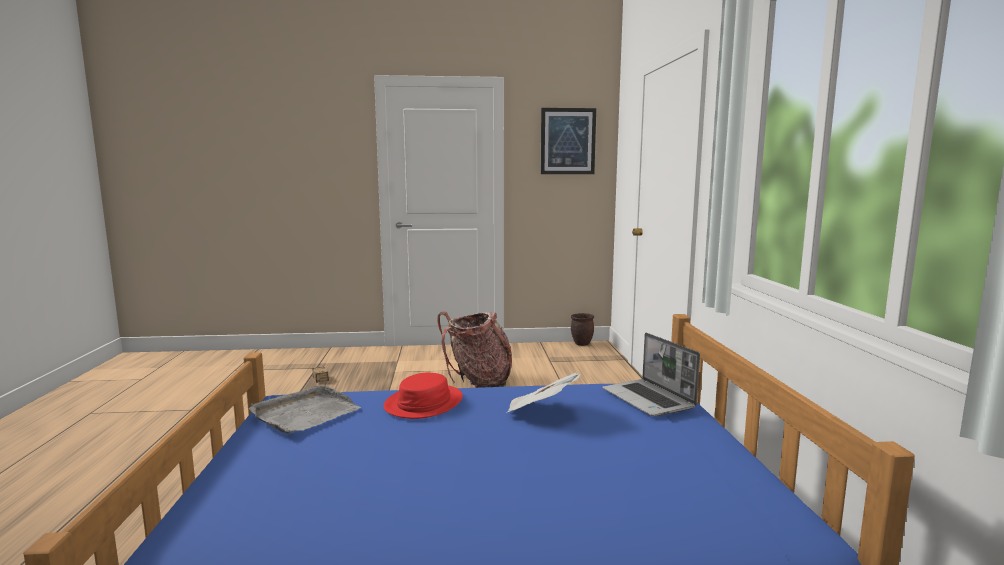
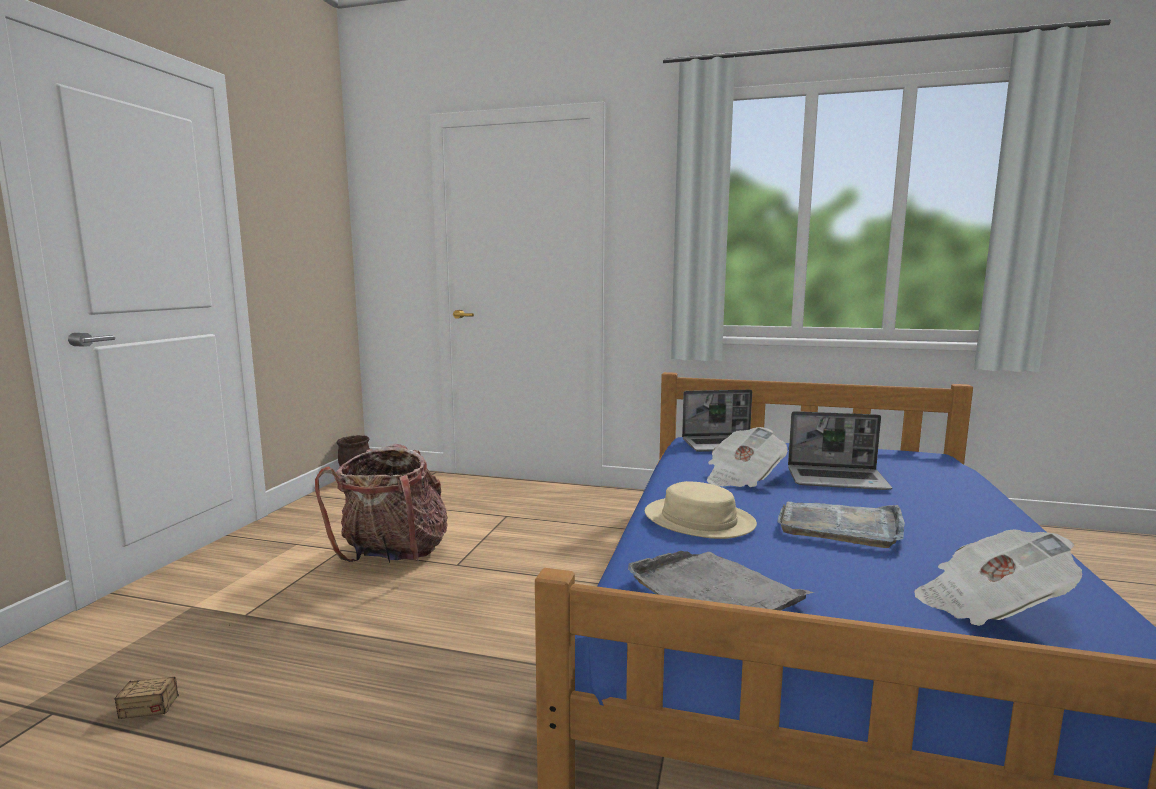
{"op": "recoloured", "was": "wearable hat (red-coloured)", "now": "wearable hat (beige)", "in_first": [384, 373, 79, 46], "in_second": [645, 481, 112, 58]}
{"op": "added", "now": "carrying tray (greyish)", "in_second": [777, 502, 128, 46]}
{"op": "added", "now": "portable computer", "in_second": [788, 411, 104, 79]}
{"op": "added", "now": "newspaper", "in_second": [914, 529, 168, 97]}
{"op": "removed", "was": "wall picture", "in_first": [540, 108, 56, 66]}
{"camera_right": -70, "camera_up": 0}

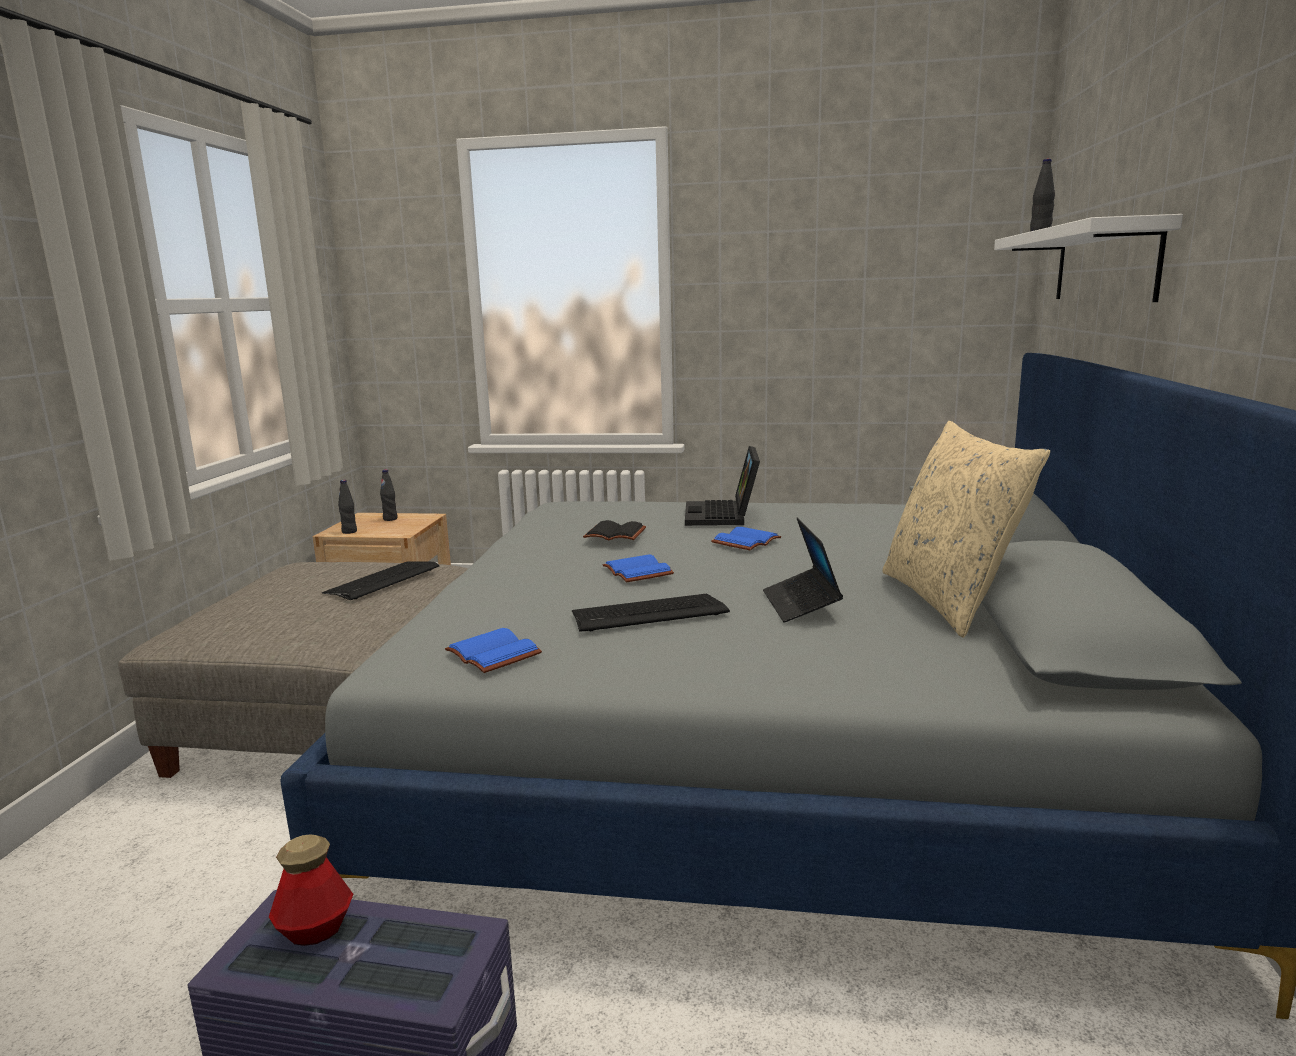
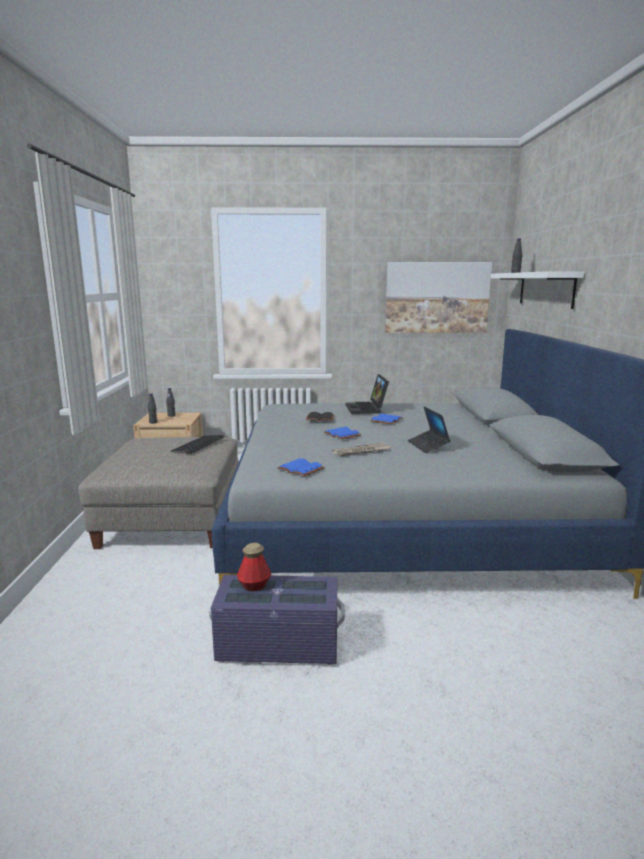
{"op": "replaced", "was": "PC keyboard", "now": "newspaper", "in_first": [572, 594, 158, 38], "in_second": [332, 443, 59, 14]}
{"op": "added", "now": "wall picture", "in_second": [385, 262, 107, 71]}
{"op": "removed", "was": "throw pillow (beige)", "in_first": [882, 421, 168, 217]}
{"camera_right": -10, "camera_up": 0}

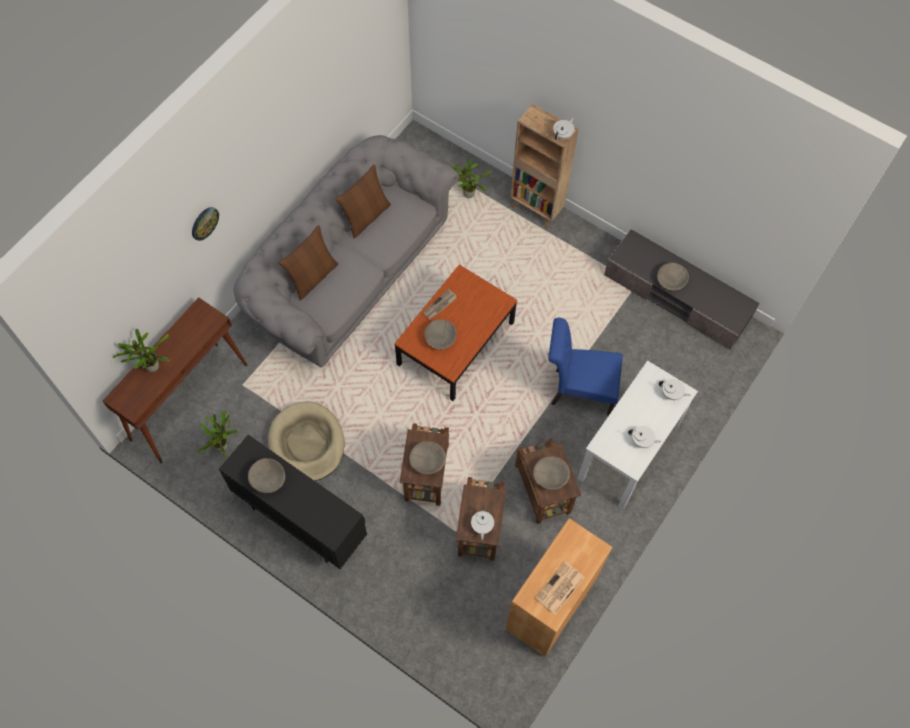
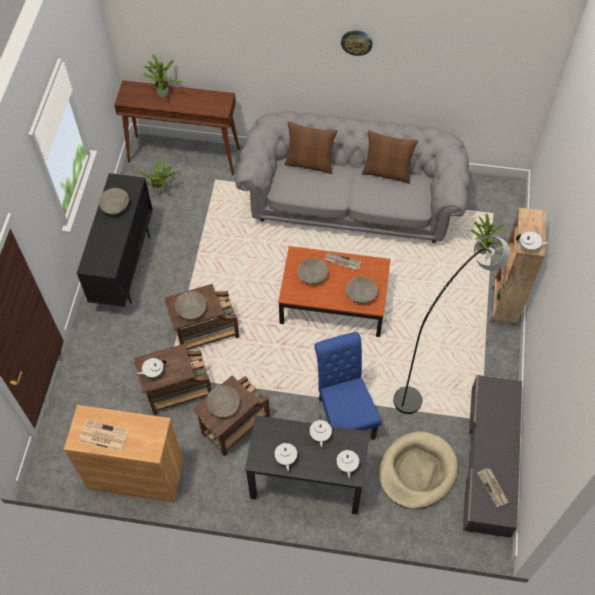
{"op": "recoloured", "was": "desk table (white-coloured)", "now": "desk table (blackish)", "in_first": [577, 360, 121, 149], "in_second": [245, 415, 125, 100]}
{"op": "added", "now": "teapot (white-coloured)", "in_second": [309, 415, 23, 32]}
{"op": "moved", "was": "hanging clock", "in_first": [192, 207, 27, 34], "in_second": [341, 31, 31, 25]}
{"op": "moved", "was": "serving bowl (beige)", "in_first": [657, 263, 32, 28], "in_second": [346, 277, 32, 27]}
{"op": "moved", "was": "dog bed (beige)", "in_first": [268, 402, 77, 79], "in_second": [379, 431, 79, 78]}
{"op": "added", "now": "standard lamp (greyish)", "in_second": [393, 235, 117, 179]}
{"op": "added", "now": "newspaper", "in_second": [477, 468, 32, 39]}
{"camera_right": 65, "camera_up": -5}

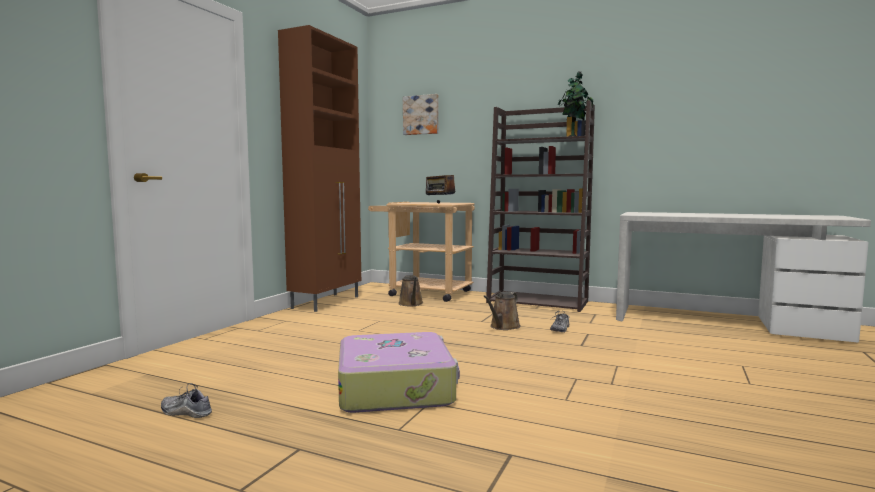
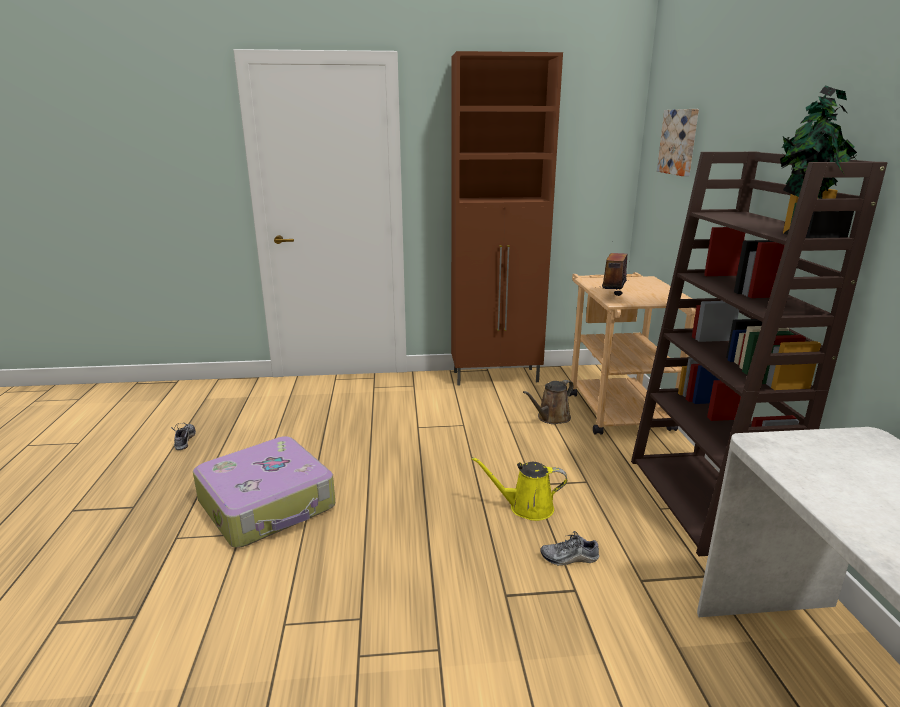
{"op": "recoloured", "was": "watering pot (brown)", "now": "watering pot (yellowish)", "in_first": [483, 292, 38, 38], "in_second": [472, 457, 95, 64]}
{"camera_right": 60, "camera_up": 15}

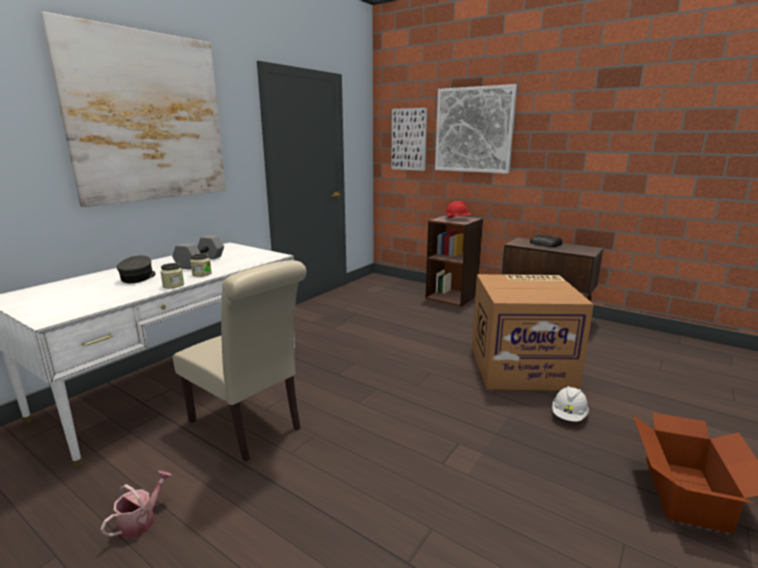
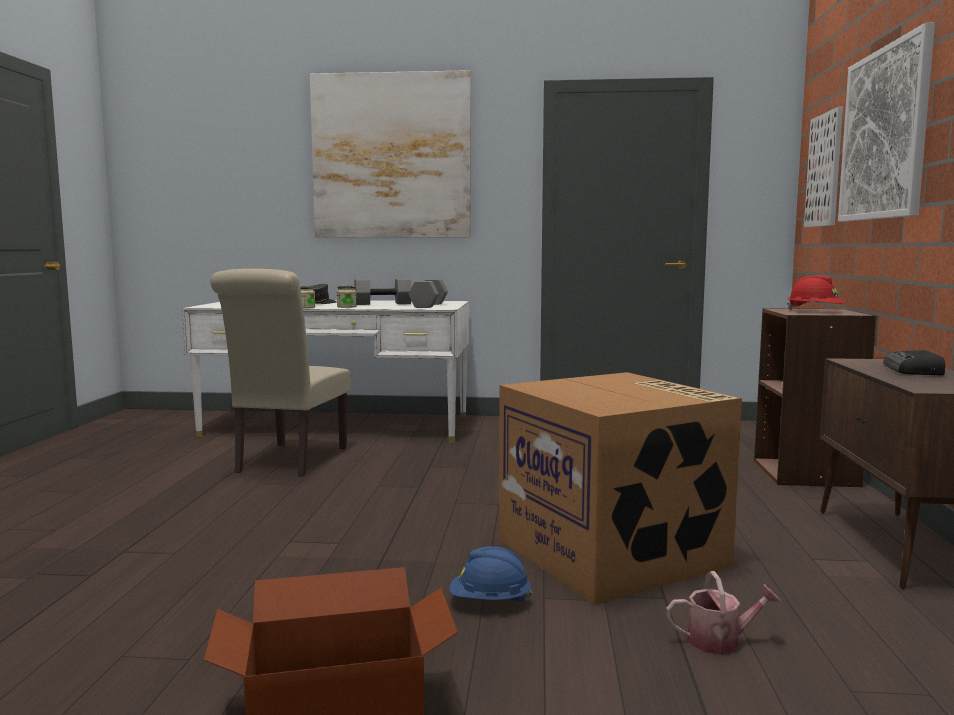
{"op": "added", "now": "hand weight (greyish)", "in_second": [408, 279, 40, 29]}
{"op": "recoloured", "was": "work helmet (white-coloured)", "now": "work helmet (blue)", "in_first": [552, 386, 37, 36], "in_second": [449, 546, 83, 56]}
{"op": "moved", "was": "watering pot", "in_first": [101, 470, 71, 68], "in_second": [666, 571, 115, 84]}
{"camera_right": 60, "camera_up": -10}

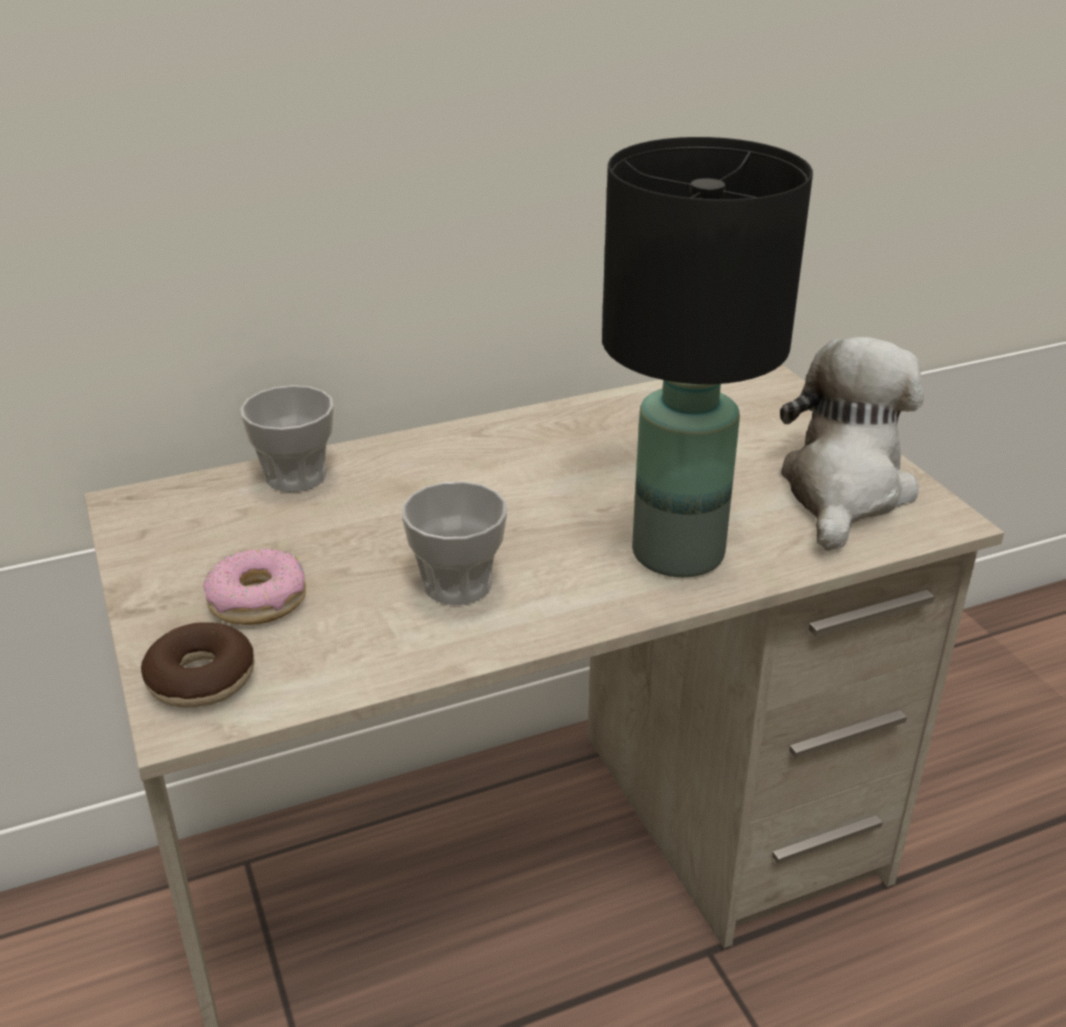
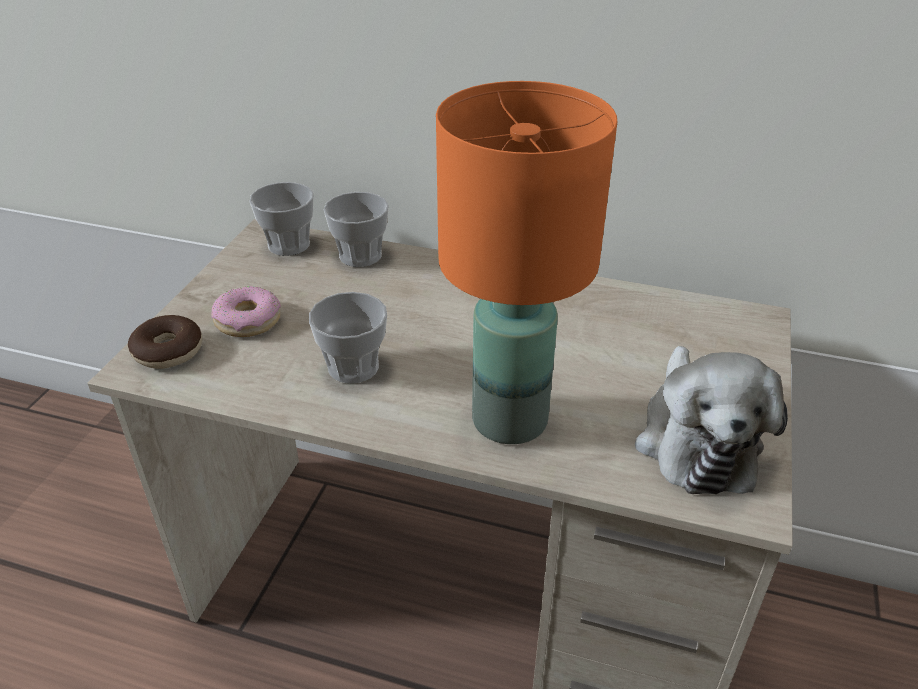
{"op": "added", "now": "drinking cup", "in_second": [249, 182, 65, 74]}
{"op": "recoloured", "was": "tabletop lamp (blackish)", "now": "tabletop lamp (orange-coloured)", "in_first": [602, 137, 211, 440], "in_second": [436, 81, 181, 363]}
{"op": "turned", "was": "cuddly toy", "in_first": [780, 337, 144, 214], "in_second": [635, 346, 153, 148], "clockwise": 120}
{"camera_right": 40, "camera_up": 5}

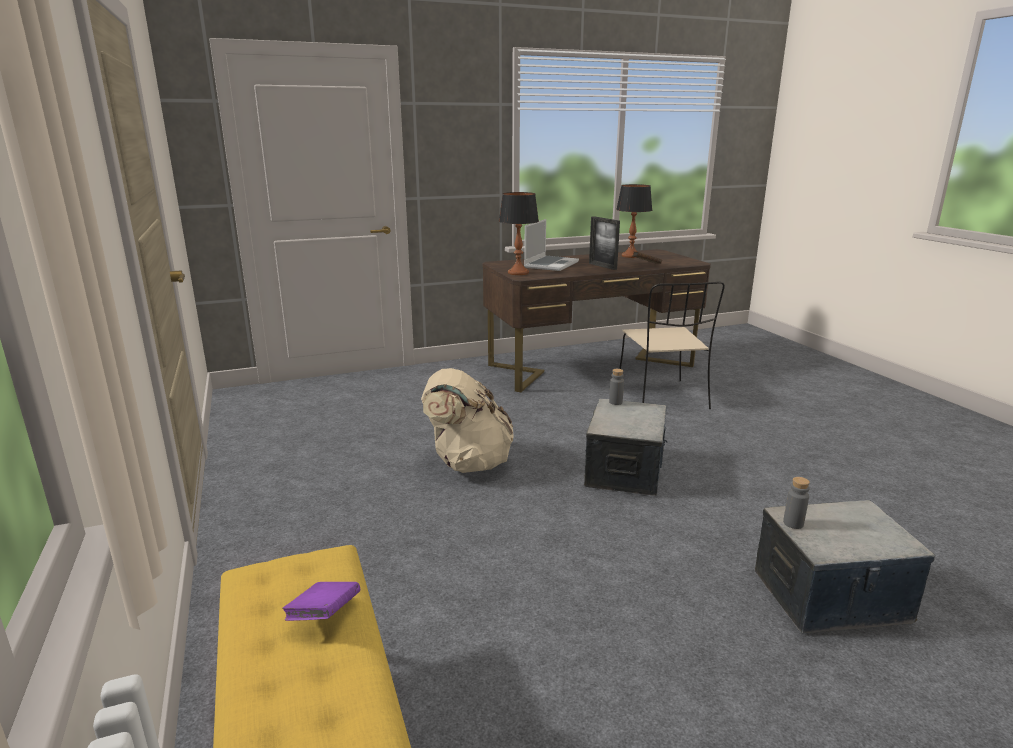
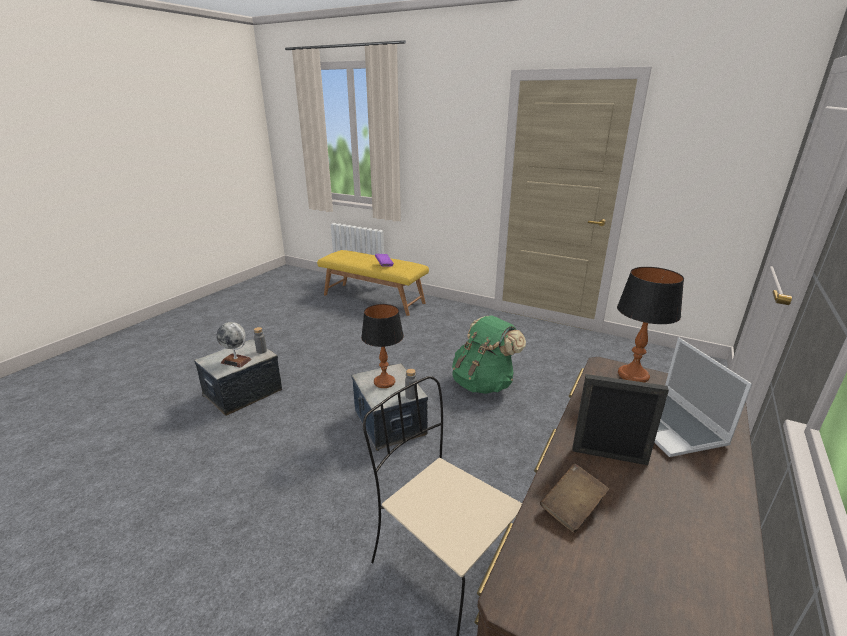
{"op": "added", "now": "world globe", "in_second": [216, 322, 36, 46]}
{"op": "moved", "was": "tabletop lamp", "in_first": [616, 184, 36, 74], "in_second": [361, 304, 43, 84]}
{"op": "recoloured", "was": "backpack (beige)", "now": "backpack (green-coloured)", "in_first": [421, 368, 93, 105], "in_second": [452, 315, 74, 79]}
{"camera_right": 140, "camera_up": 5}

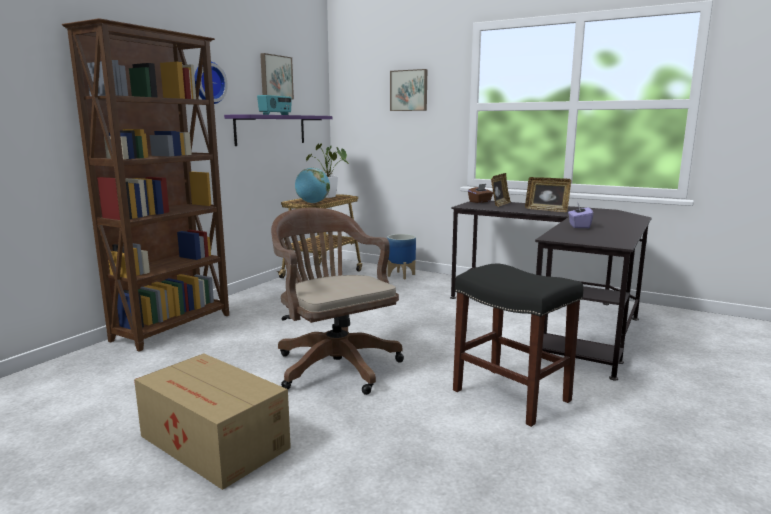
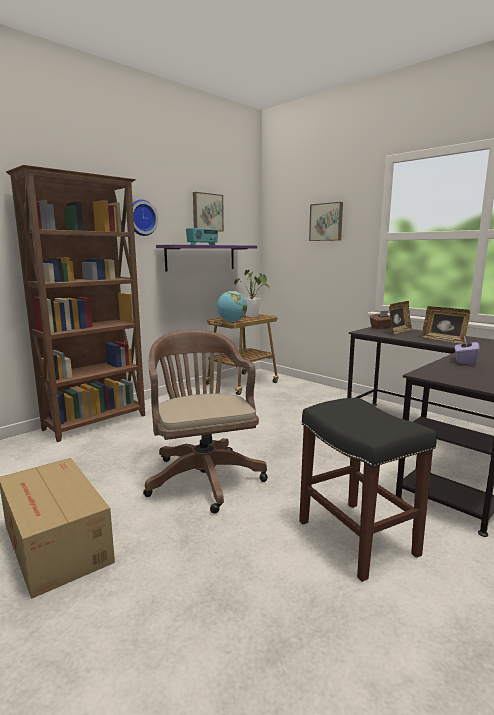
{"op": "removed", "was": "flower pot", "in_first": [387, 234, 29, 45]}
{"camera_right": 15, "camera_up": 0}

